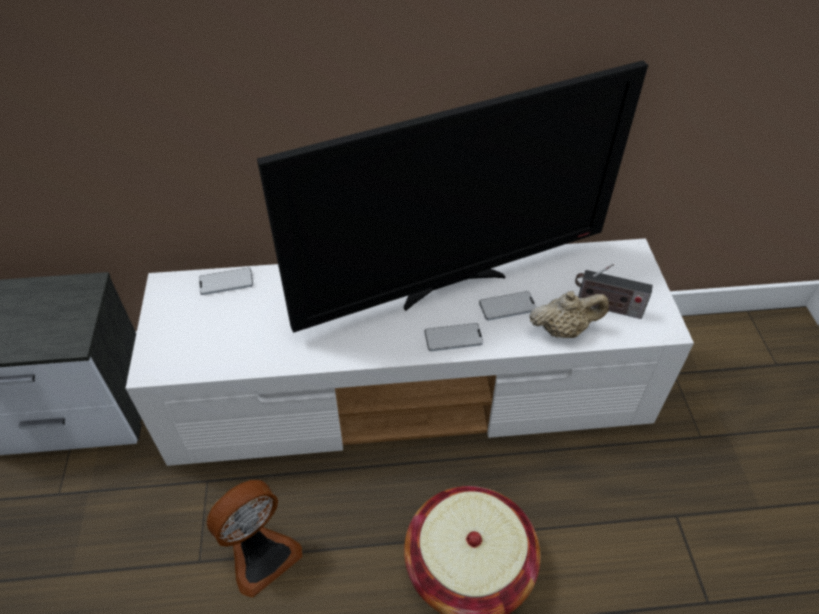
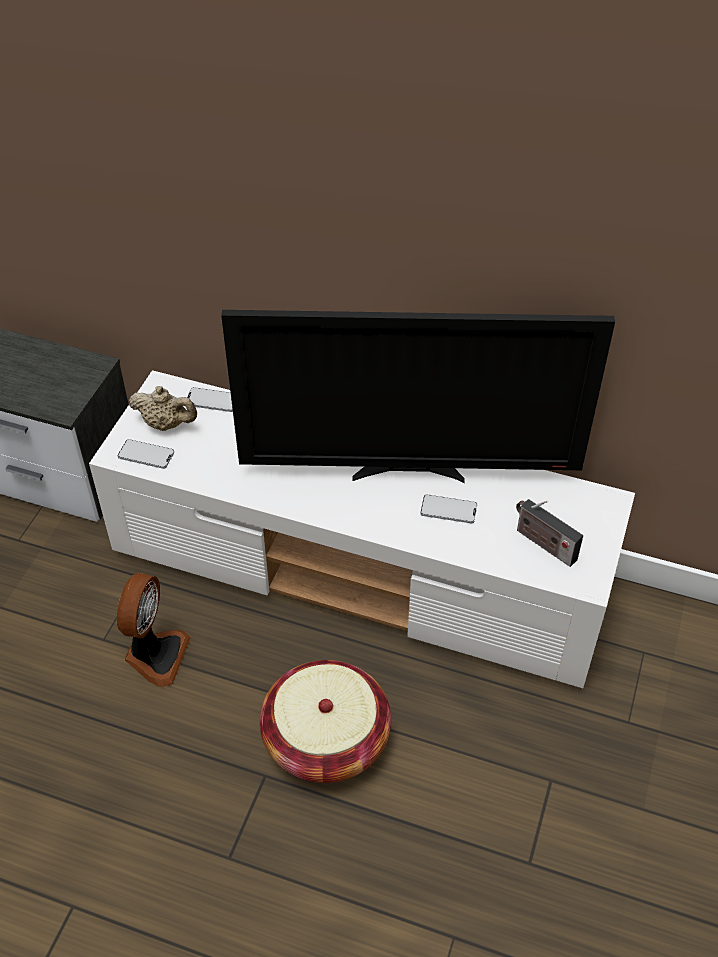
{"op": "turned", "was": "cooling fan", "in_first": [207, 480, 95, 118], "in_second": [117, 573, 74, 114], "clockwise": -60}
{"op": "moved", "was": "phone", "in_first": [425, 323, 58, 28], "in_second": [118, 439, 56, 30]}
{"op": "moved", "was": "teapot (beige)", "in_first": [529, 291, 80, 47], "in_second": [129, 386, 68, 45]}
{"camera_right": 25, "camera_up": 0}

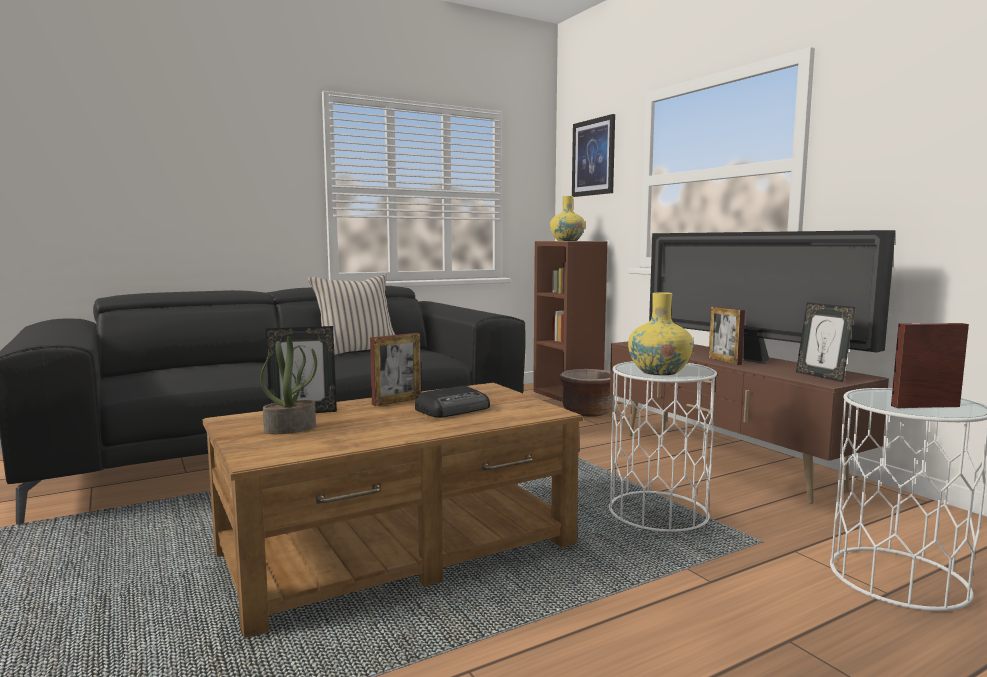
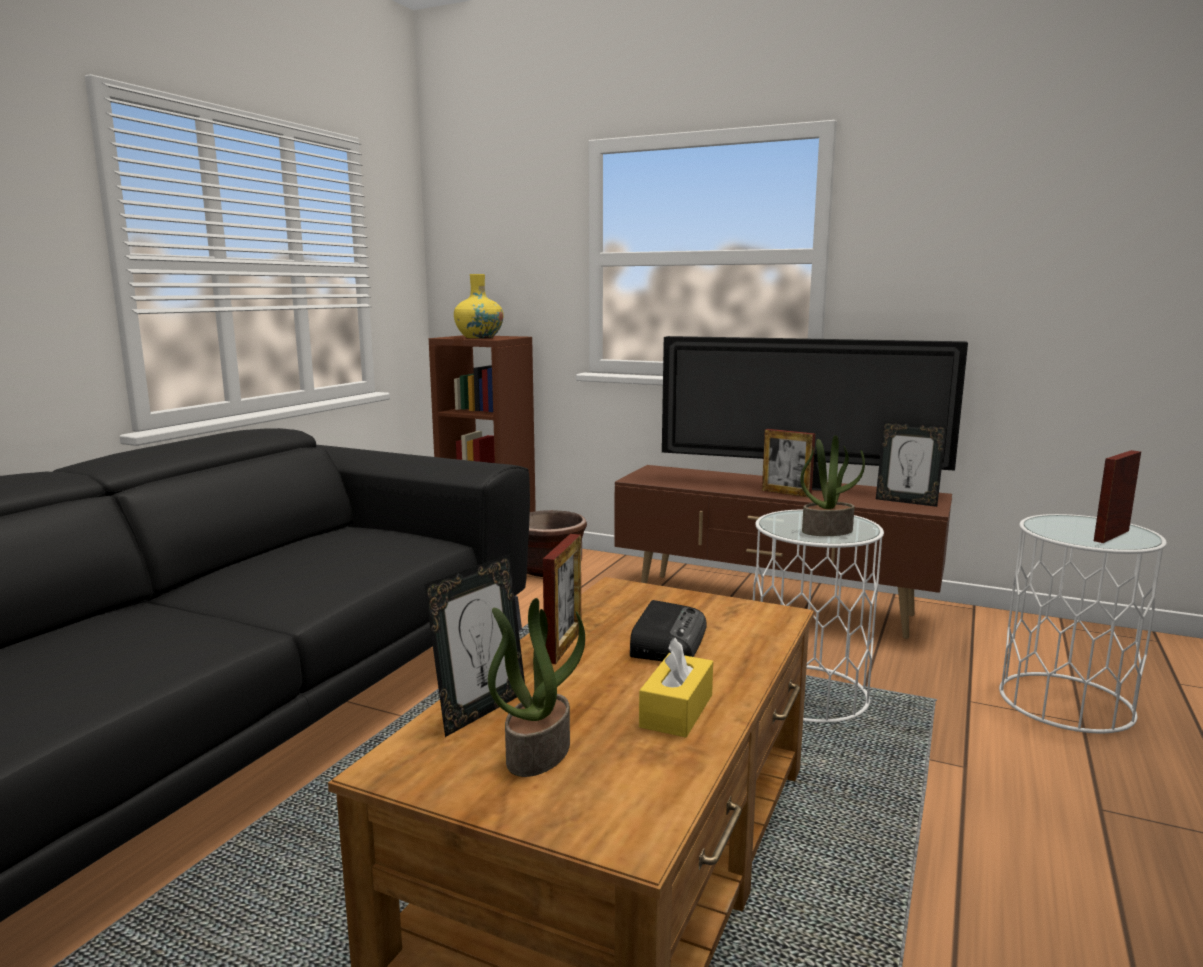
{"op": "added", "now": "tissue holder (yellowish)", "in_second": [639, 637, 74, 101]}
{"op": "replaced", "was": "vase (yellowish)", "now": "houseplant", "in_first": [628, 292, 66, 83], "in_second": [800, 435, 65, 101]}
{"op": "removed", "was": "throw pillow (beige)", "in_first": [308, 274, 87, 81]}
{"op": "removed", "was": "wall picture", "in_first": [572, 114, 43, 83]}
{"camera_right": -35, "camera_up": 5}

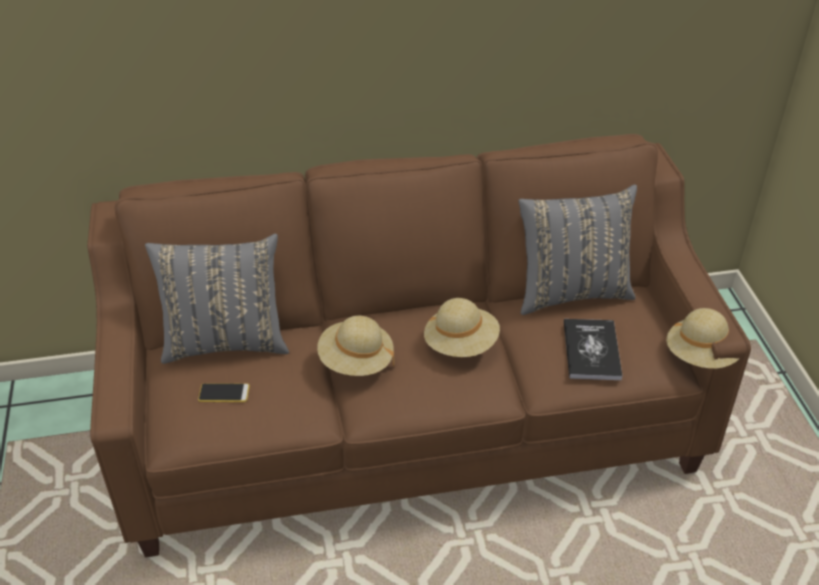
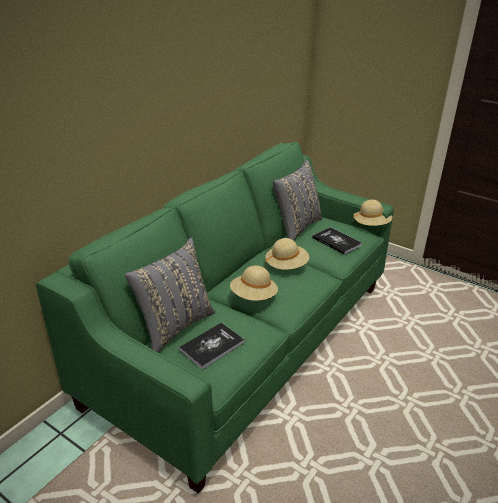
{"op": "recoloured", "was": "sofa (brown)", "now": "sofa (green-coloured)", "in_first": [87, 134, 664, 424], "in_second": [36, 142, 358, 352]}
{"op": "replaced", "was": "phone", "now": "book", "in_first": [198, 383, 52, 19], "in_second": [179, 323, 66, 46]}
{"camera_right": -45, "camera_up": -10}

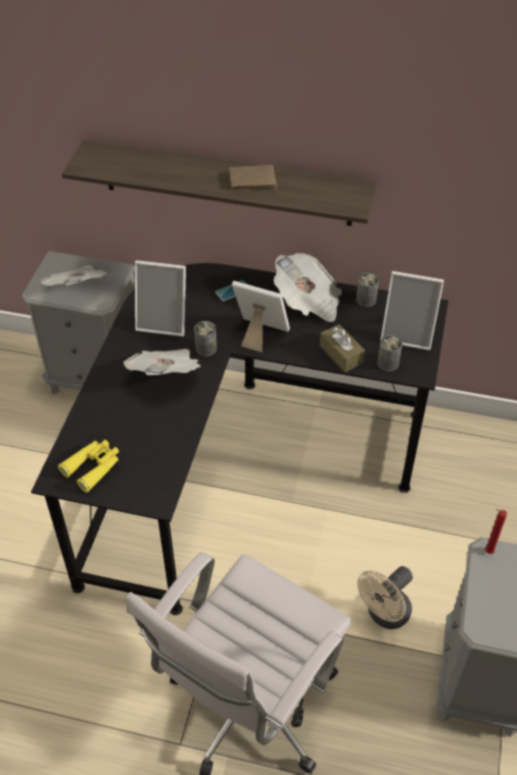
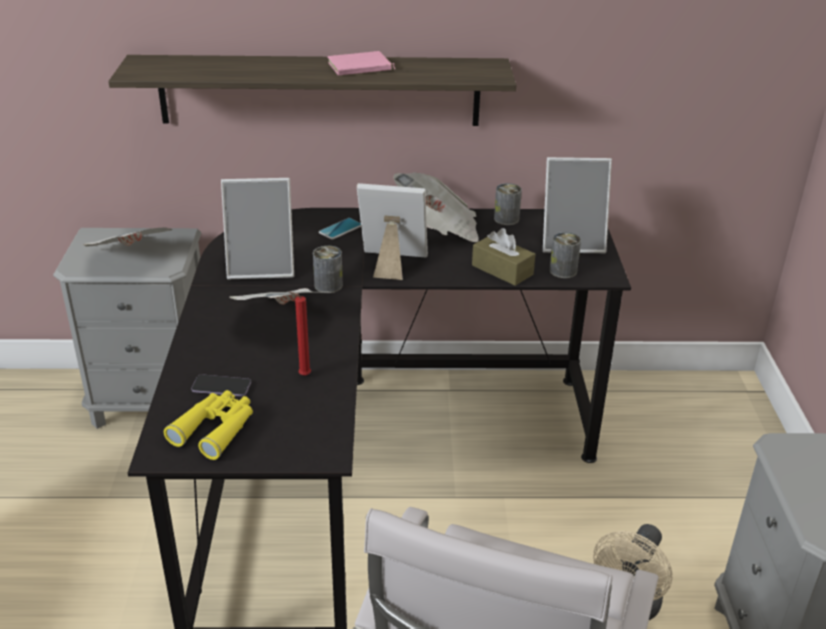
{"op": "added", "now": "phone", "in_second": [191, 374, 60, 23]}
{"op": "moved", "was": "wax light (red-coloured)", "in_first": [485, 509, 22, 45], "in_second": [289, 292, 22, 84]}
{"op": "recoloured", "was": "book (brown)", "now": "book (pink)", "in_first": [229, 165, 49, 26], "in_second": [328, 51, 67, 25]}
{"camera_right": -15, "camera_up": -15}

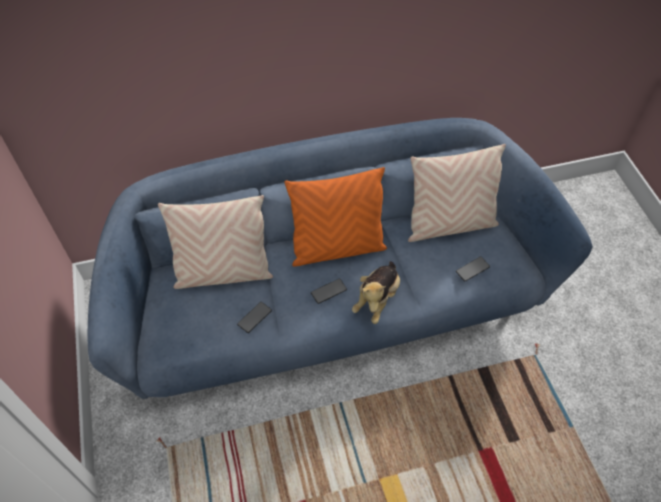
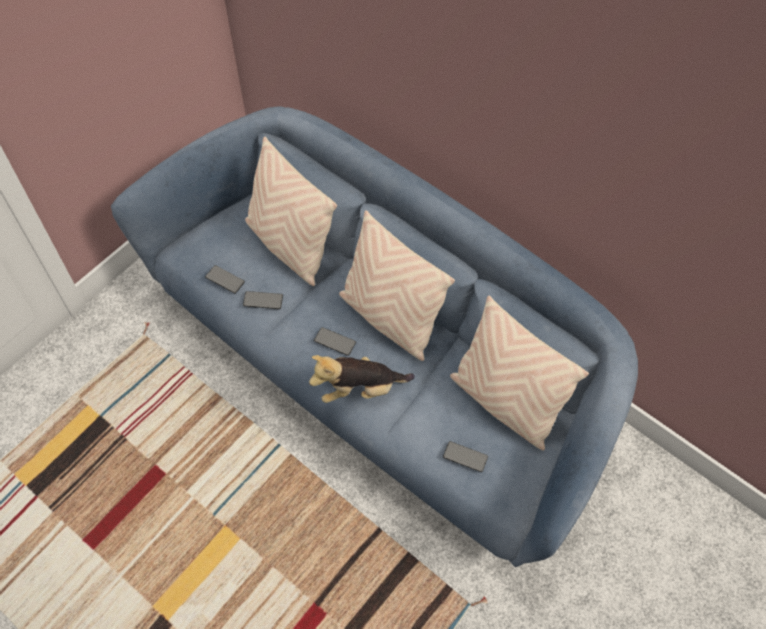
{"op": "added", "now": "phone", "in_second": [205, 265, 40, 29]}
{"op": "recoloured", "was": "throw pillow (orange-coloured)", "now": "throw pillow (beige)", "in_first": [284, 167, 103, 100], "in_second": [339, 210, 116, 151]}
{"camera_right": 55, "camera_up": 5}

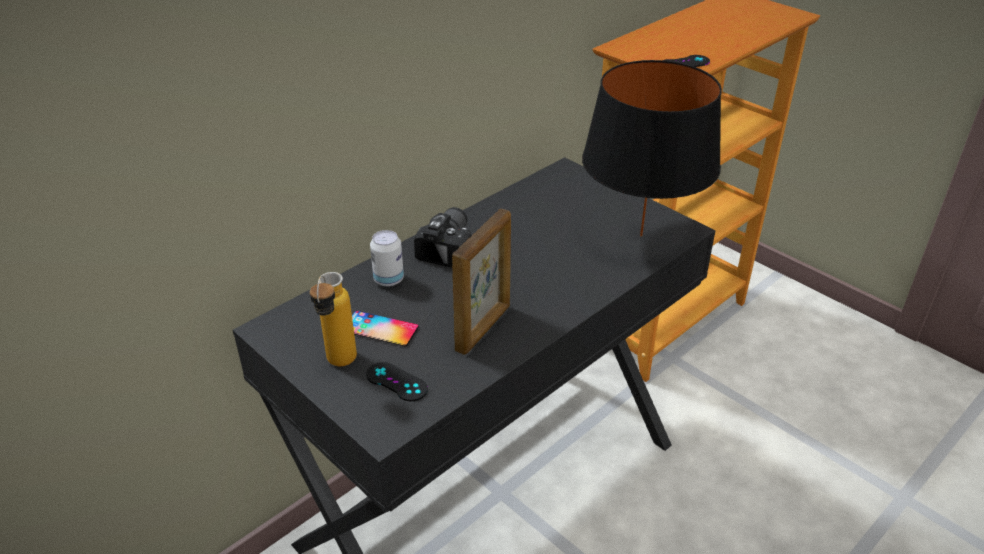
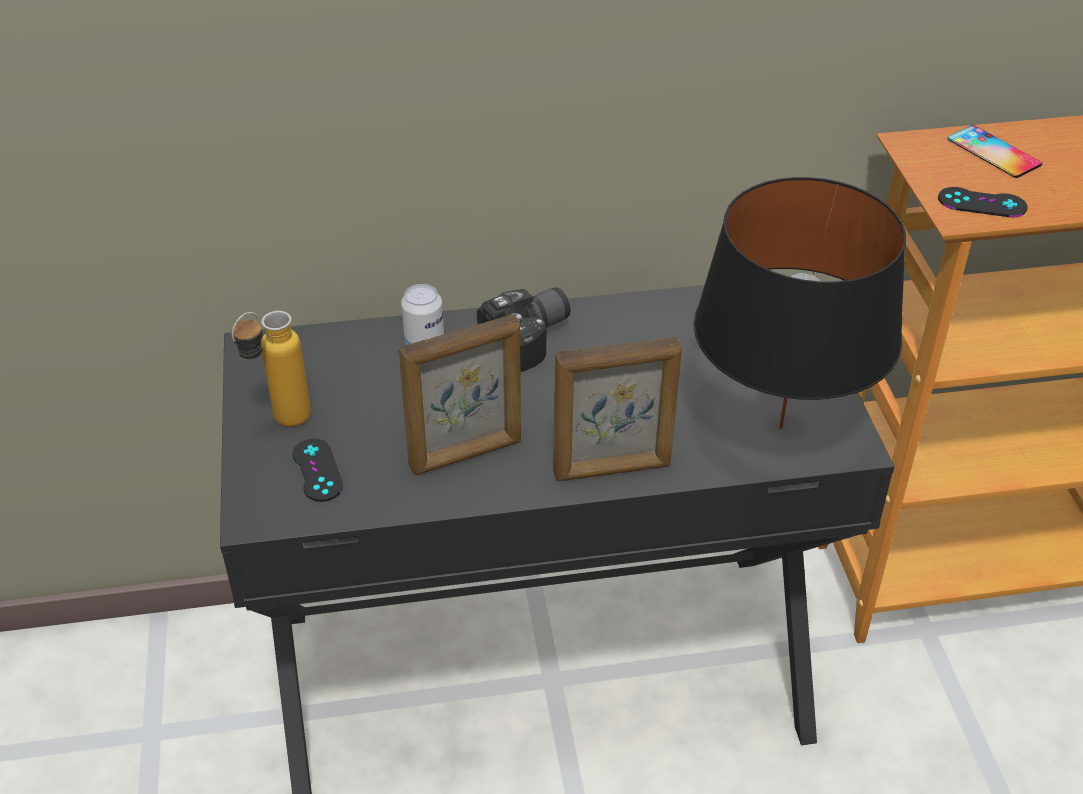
{"op": "added", "now": "photo frame", "in_second": [553, 337, 129, 144]}
{"op": "moved", "was": "phone", "in_first": [352, 311, 67, 35], "in_second": [947, 125, 96, 53]}
{"camera_right": 35, "camera_up": 5}

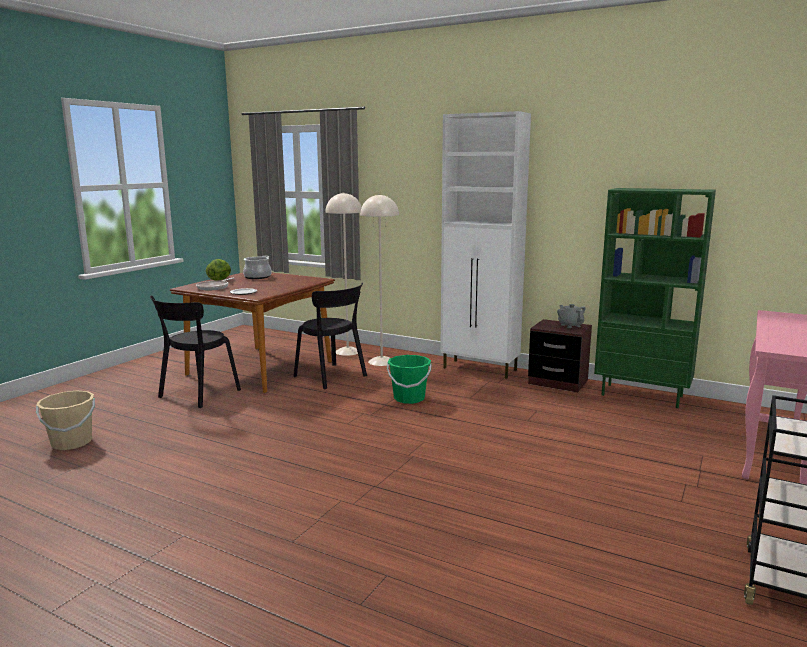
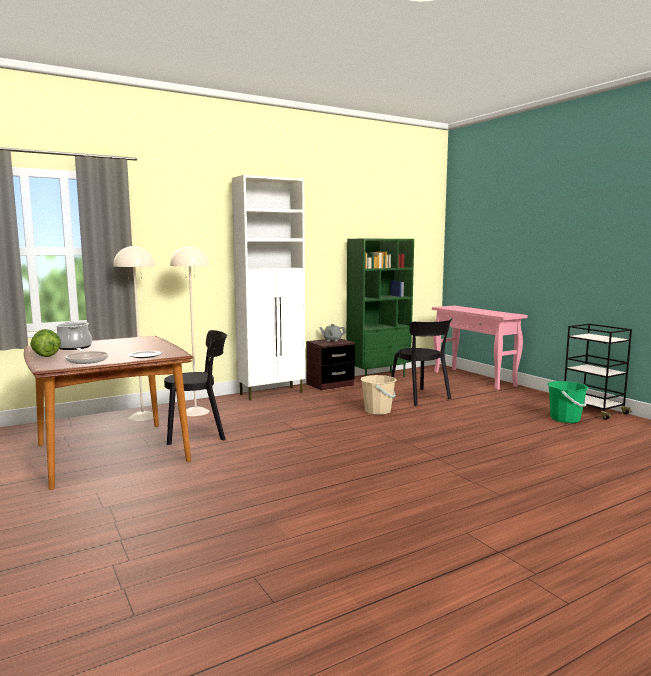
{"op": "moved", "was": "water bucket (beige)", "in_first": [36, 391, 59, 59], "in_second": [360, 375, 37, 40]}
{"op": "moved", "was": "chair (blackish)", "in_first": [150, 296, 91, 112], "in_second": [391, 318, 61, 88]}
{"op": "moved", "was": "water bucket (green-coloured)", "in_first": [387, 355, 45, 49], "in_second": [548, 381, 41, 42]}
{"camera_right": -60, "camera_up": -5}

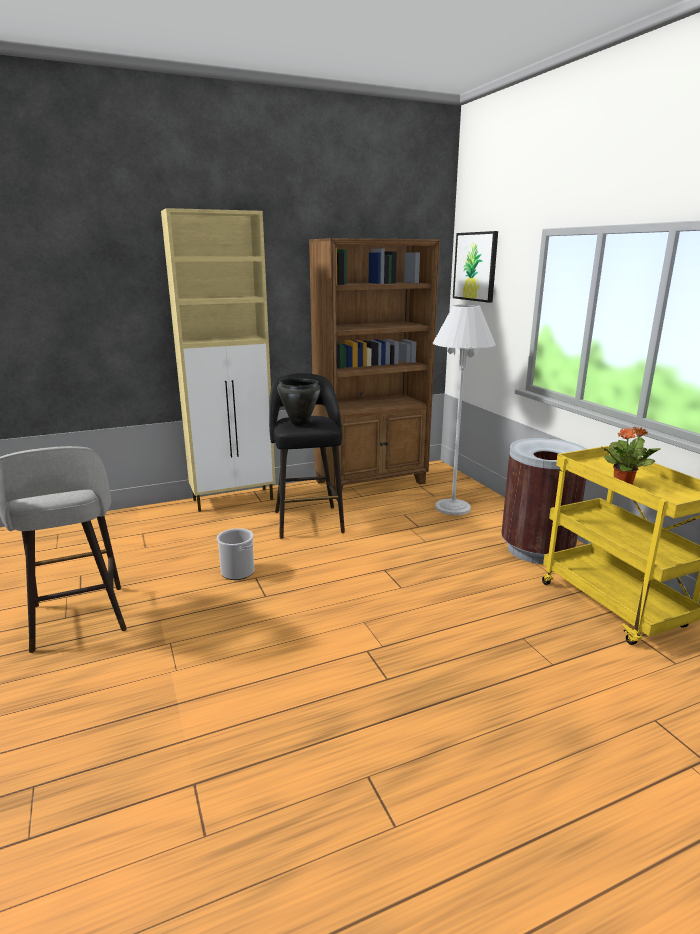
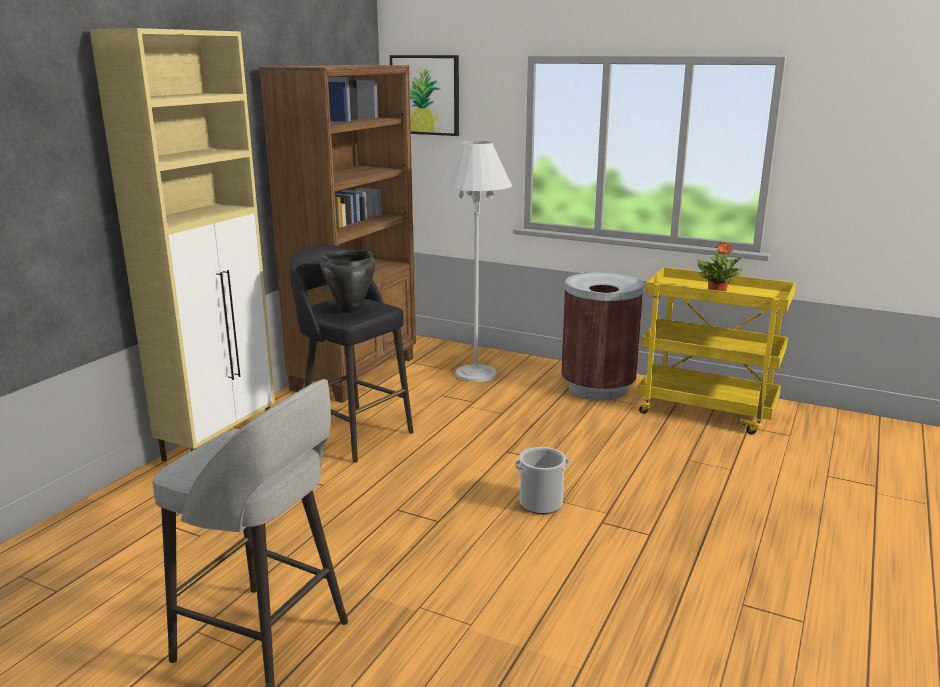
{"op": "moved", "was": "water bucket", "in_first": [217, 528, 37, 52], "in_second": [515, 447, 55, 67]}
{"camera_right": -40, "camera_up": 0}

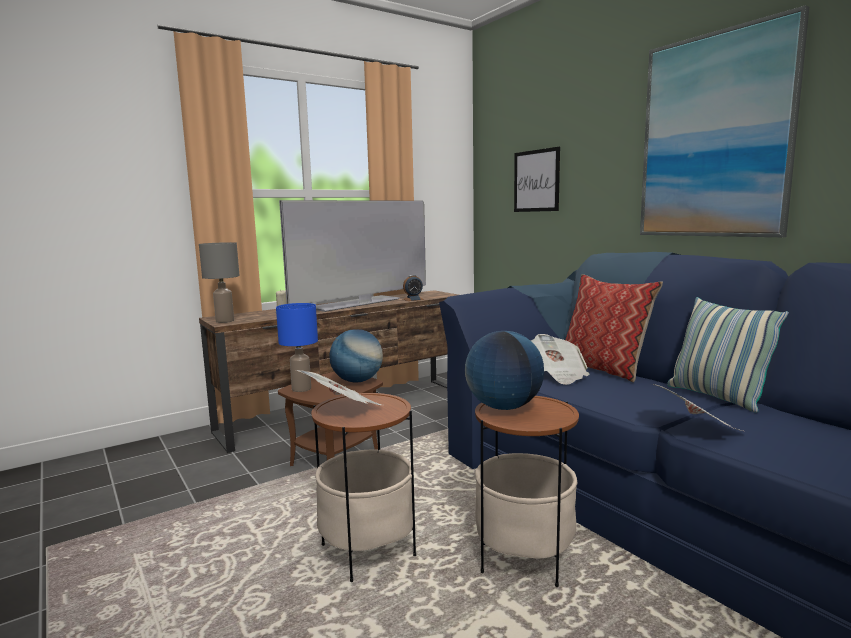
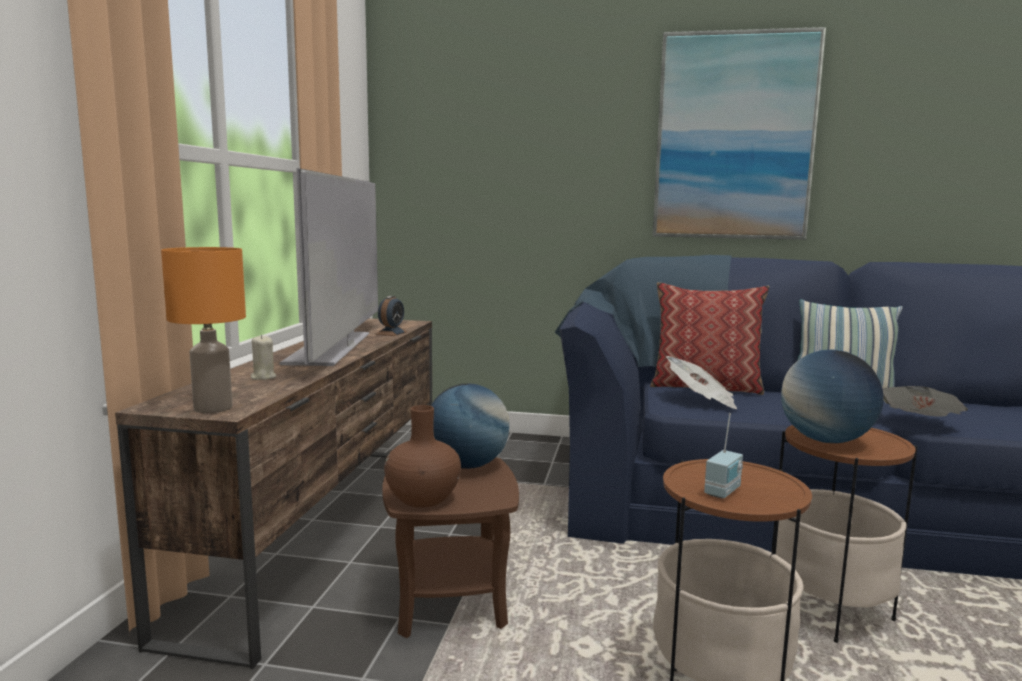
{"op": "recoloured", "was": "tabletop lamp (greyish)", "now": "tabletop lamp (orange-coloured)", "in_first": [199, 242, 41, 81], "in_second": [161, 247, 85, 166]}
{"op": "replaced", "was": "tabletop lamp (blue)", "now": "vase (brown)", "in_first": [276, 303, 42, 89], "in_second": [384, 405, 77, 103]}
{"op": "replaced", "was": "newspaper", "now": "radio set", "in_first": [296, 370, 85, 35], "in_second": [704, 413, 39, 86]}
{"op": "removed", "was": "wall picture", "in_first": [514, 147, 46, 65]}
{"camera_right": -45, "camera_up": 0}

